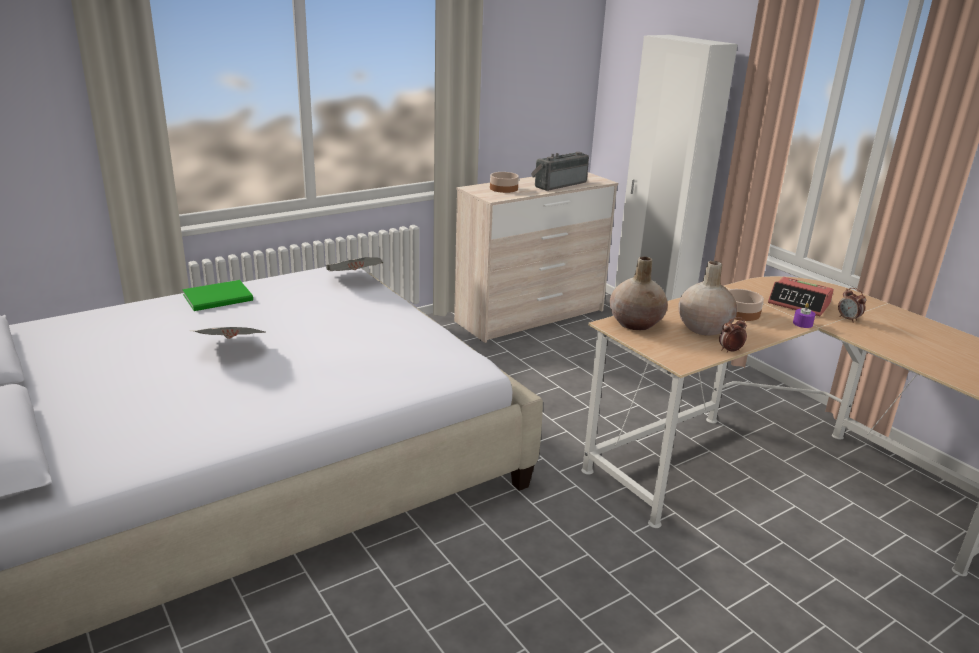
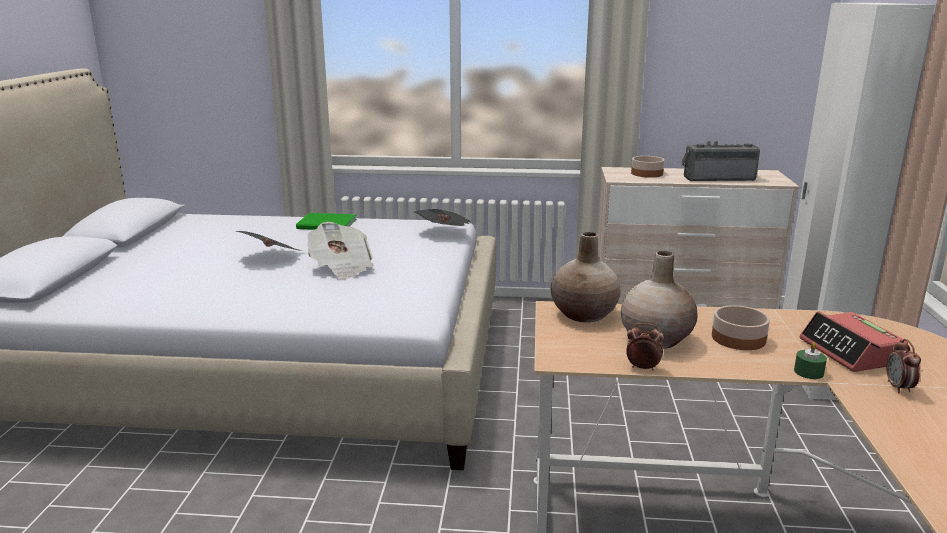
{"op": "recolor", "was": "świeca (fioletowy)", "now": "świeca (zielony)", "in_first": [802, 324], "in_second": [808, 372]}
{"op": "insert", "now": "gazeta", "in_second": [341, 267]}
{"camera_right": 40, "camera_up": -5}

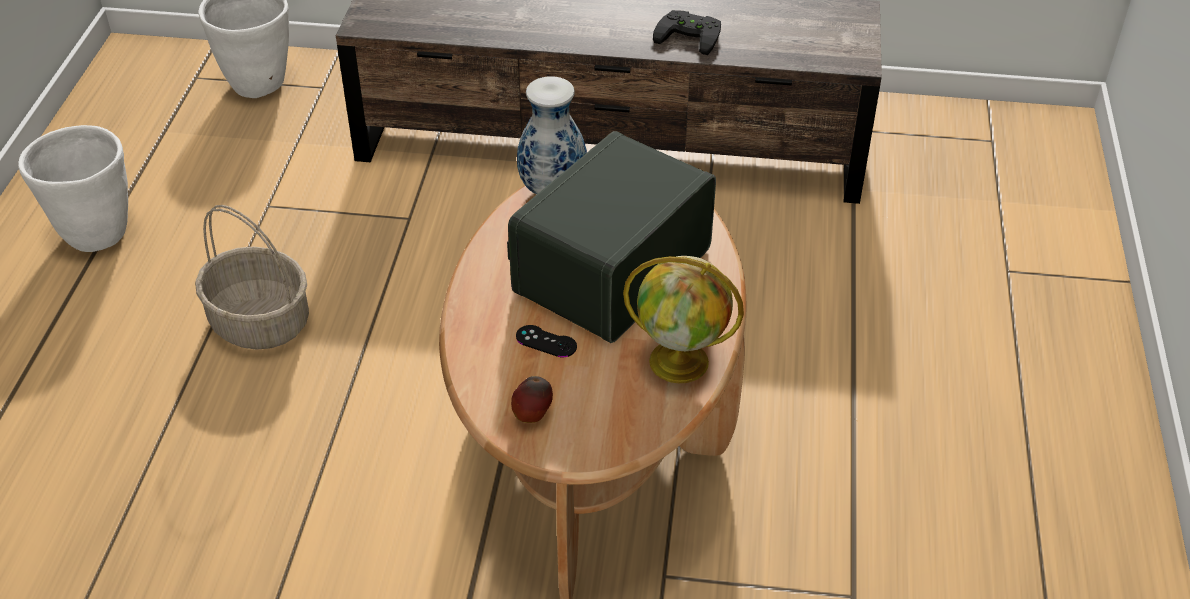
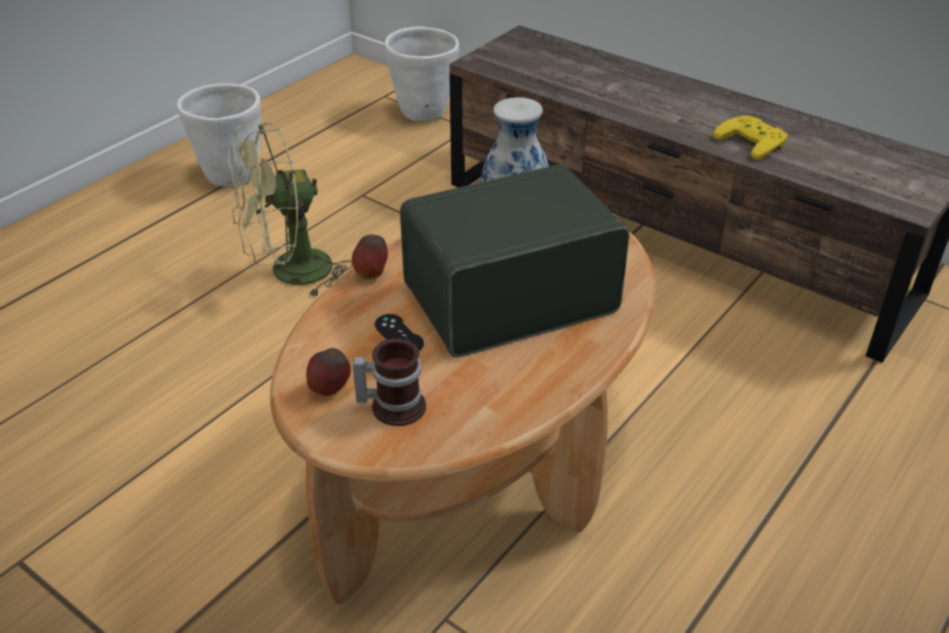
{"op": "replace", "was": "koszyk", "now": "wentylator (zielony)", "in_first": [261, 322], "in_second": [289, 274]}
{"op": "delete", "was": "globus", "in_first": [681, 361]}
{"op": "recolor", "was": "pad do gier (czarny)", "now": "pad do gier (żółty)", "in_first": [690, 35], "in_second": [754, 141]}
{"op": "insert", "now": "jabłko", "in_second": [371, 275]}
{"op": "insert", "now": "kubek", "in_second": [393, 405]}
{"camera_right": 30, "camera_up": -5}

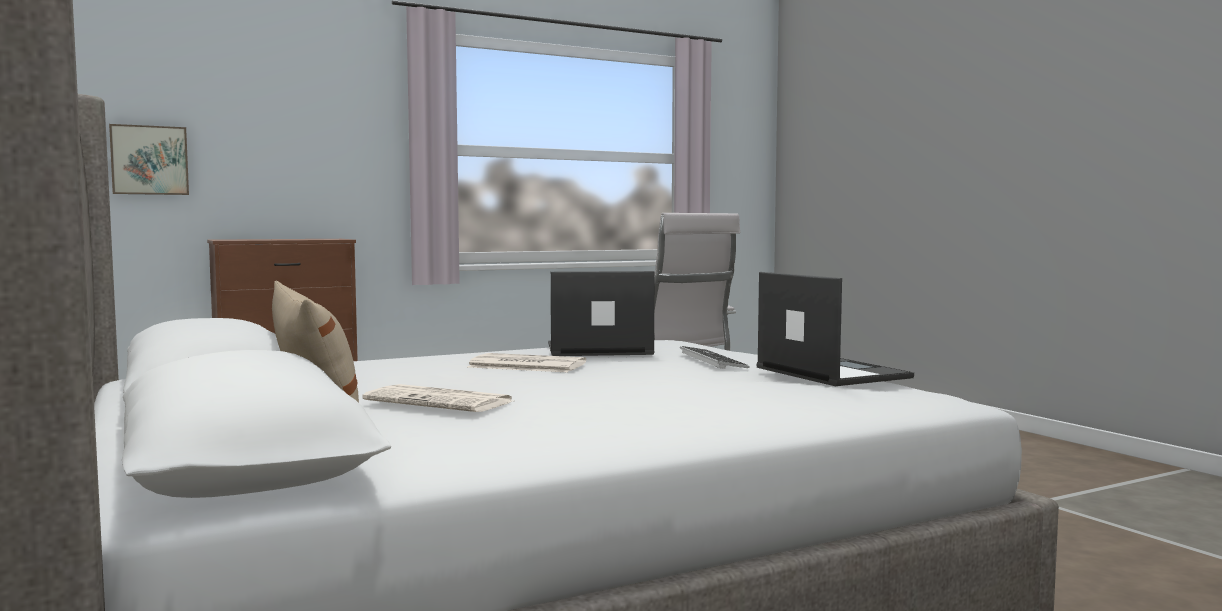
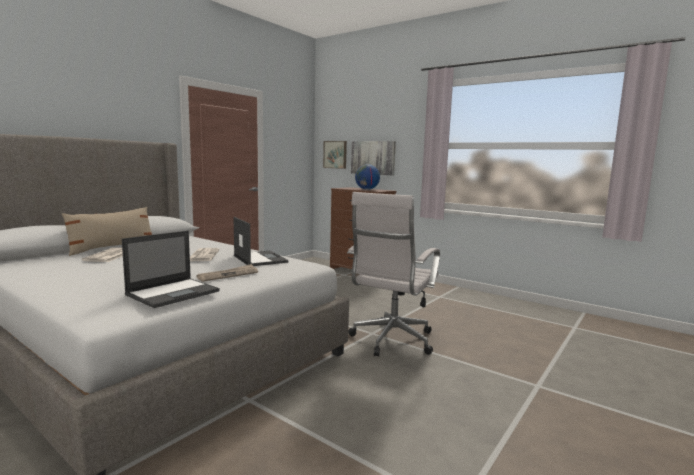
{"op": "replace", "was": "klawiatura", "now": "gazeta", "in_first": [712, 360], "in_second": [228, 275]}
{"op": "insert", "now": "obraz", "in_second": [373, 158]}
{"op": "insert", "now": "globus", "in_second": [367, 189]}
{"camera_right": 65, "camera_up": 5}

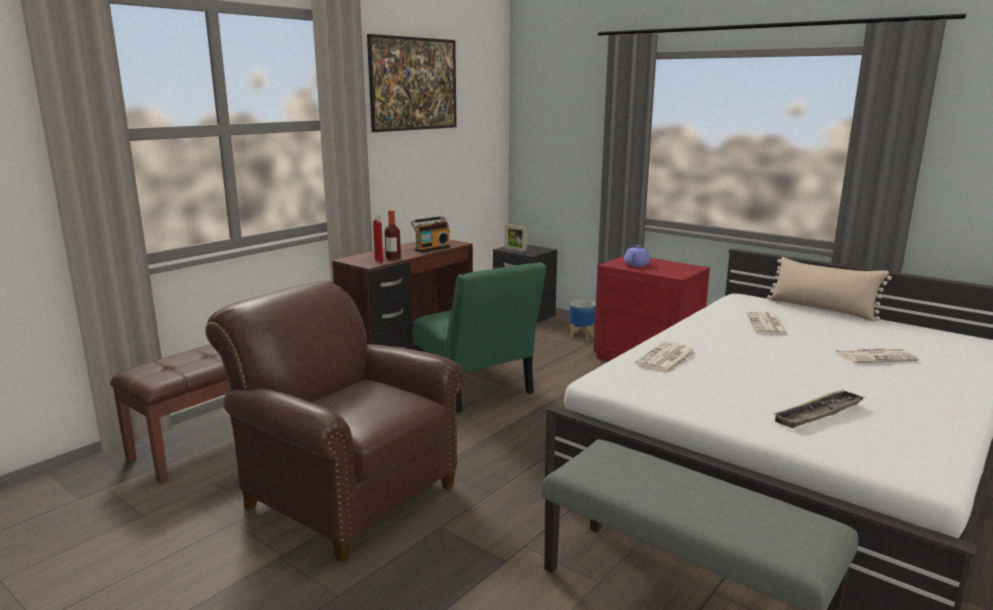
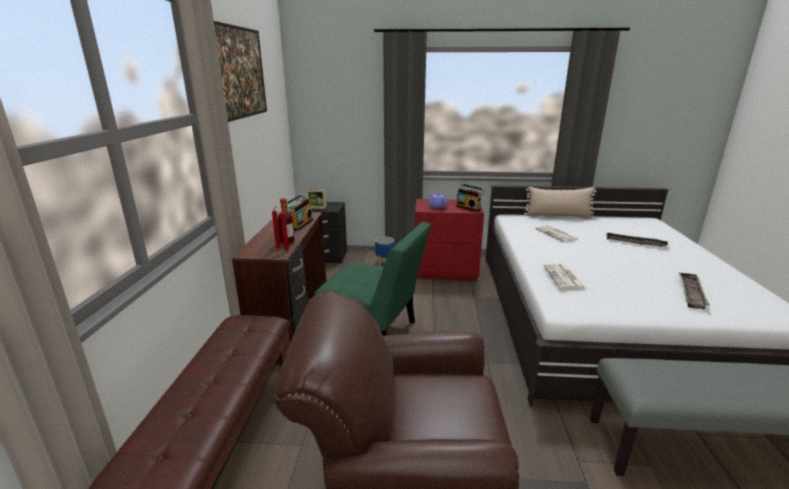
{"op": "replace", "was": "gazeta", "now": "taca", "in_first": [875, 356], "in_second": [635, 242]}
{"op": "insert", "now": "radio", "in_second": [468, 207]}
{"camera_right": -35, "camera_up": 5}

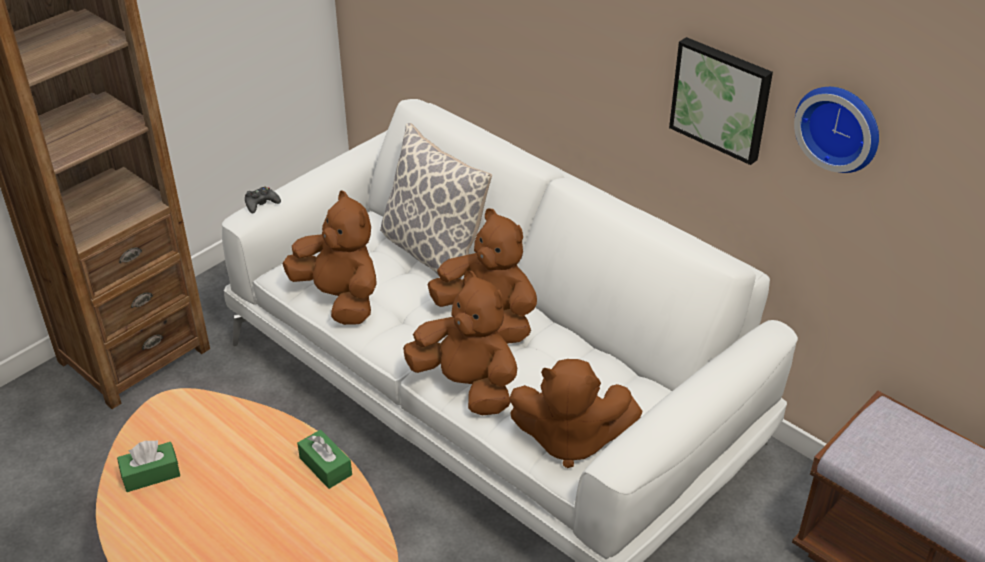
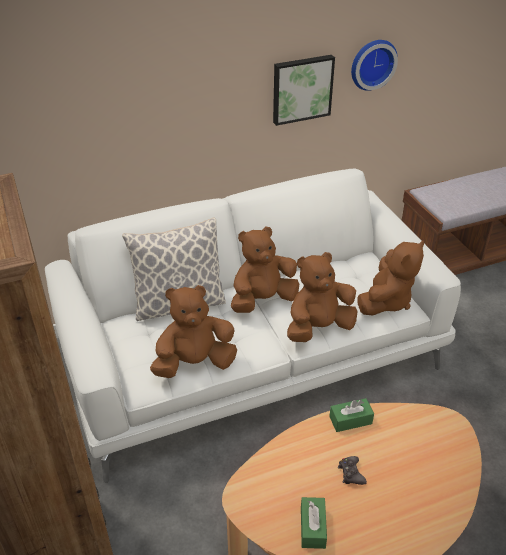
{"op": "move", "was": "pad do gier (czarny)", "in_first": [261, 204], "in_second": [351, 473]}
{"camera_right": -65, "camera_up": 0}

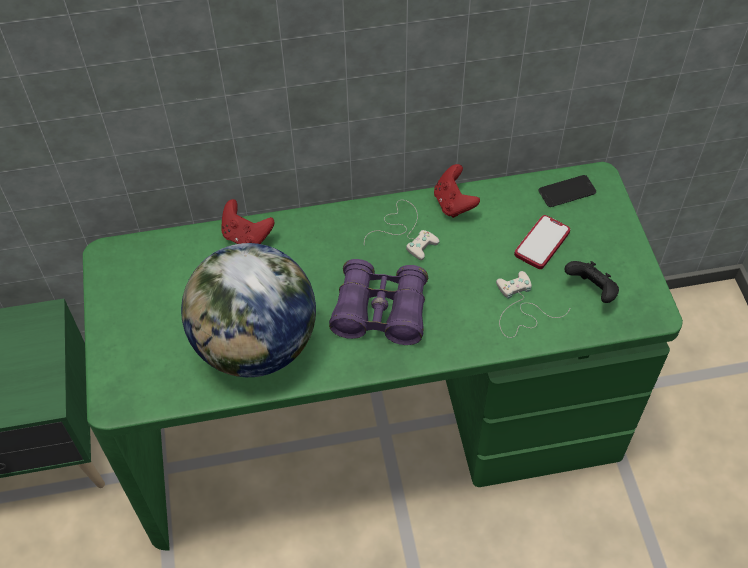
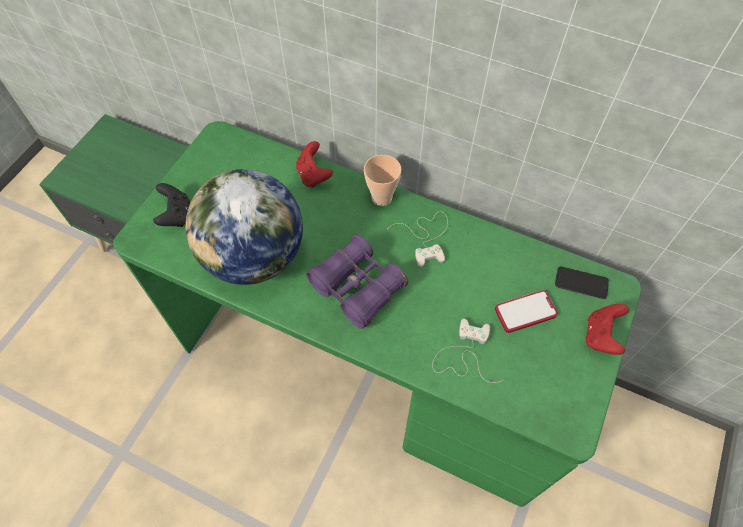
{"op": "move", "was": "pad do gier (czerwony)", "in_first": [453, 204], "in_second": [601, 336]}
{"op": "move", "was": "pad do gier (czarny)", "in_first": [591, 291], "in_second": [176, 215]}
{"op": "insert", "now": "filiżanka", "in_second": [381, 198]}
{"camera_right": 35, "camera_up": 5}

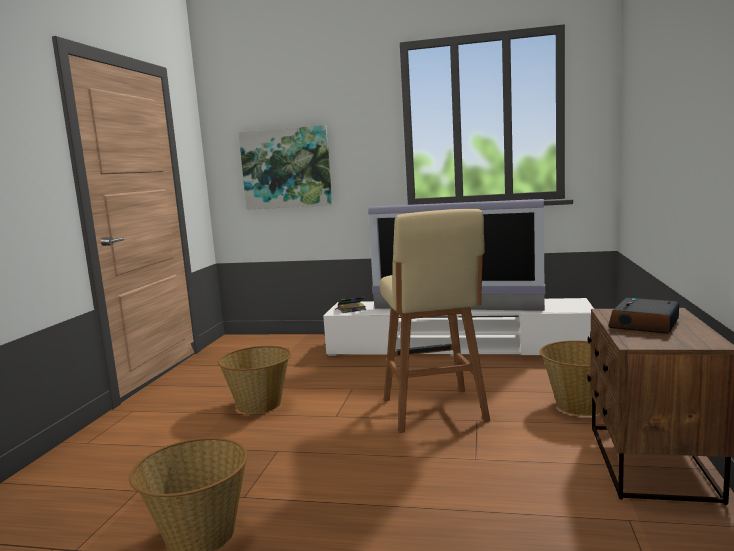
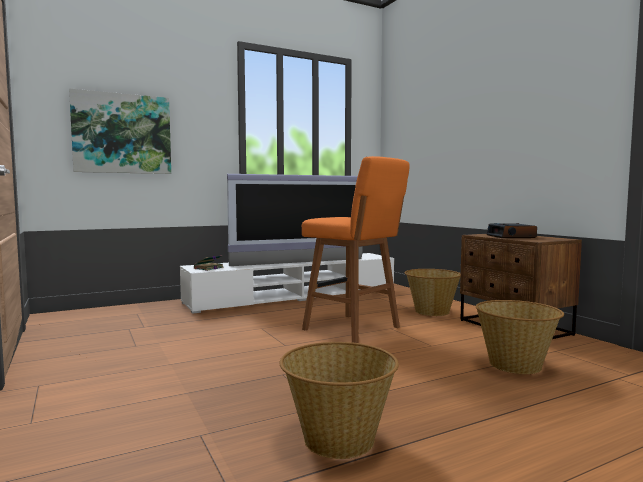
{"op": "move", "was": "koszyk", "in_first": [260, 405], "in_second": [516, 365]}
{"op": "recolor", "was": "stołek (beżowy)", "now": "stołek (pomarańczowy)", "in_first": [435, 411], "in_second": [354, 329]}
{"camera_right": -40, "camera_up": -5}

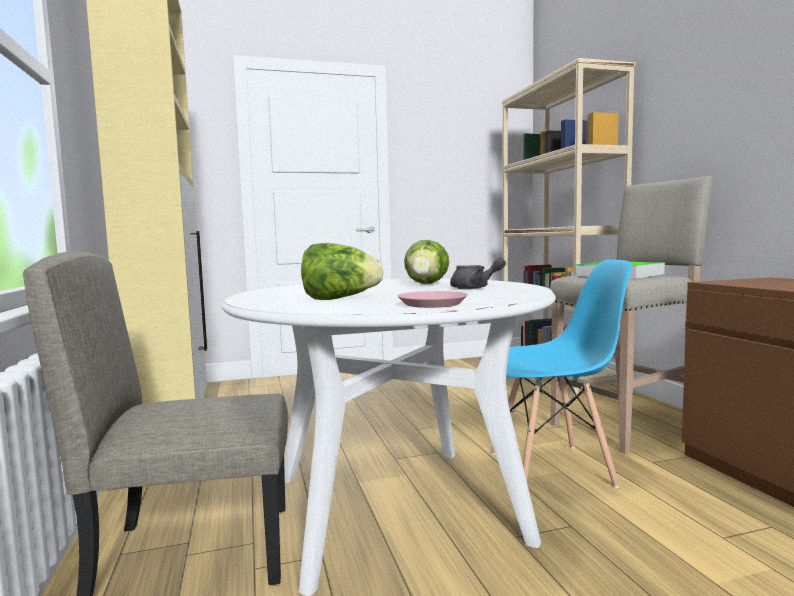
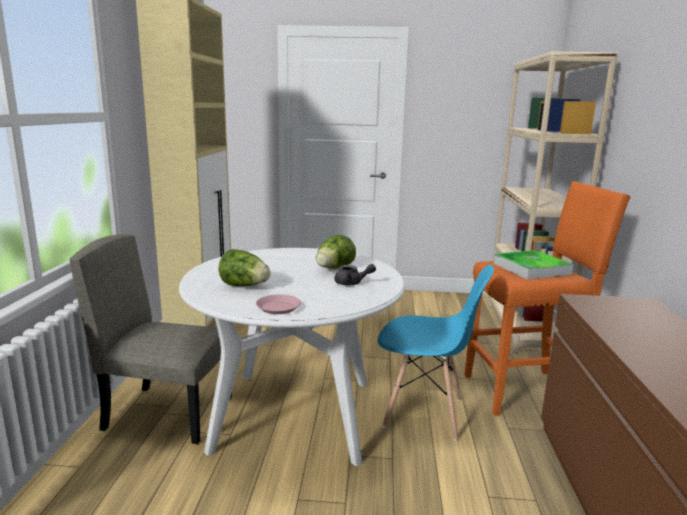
{"op": "recolor", "was": "stołek (beżowy)", "now": "stołek (pomarańczowy)", "in_first": [625, 426], "in_second": [525, 391]}
{"camera_right": 20, "camera_up": 10}

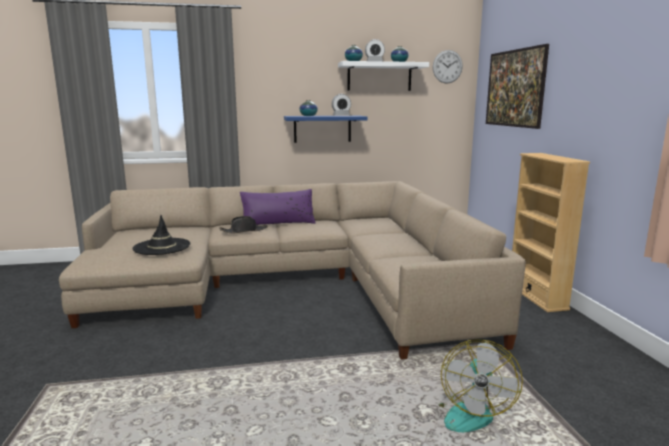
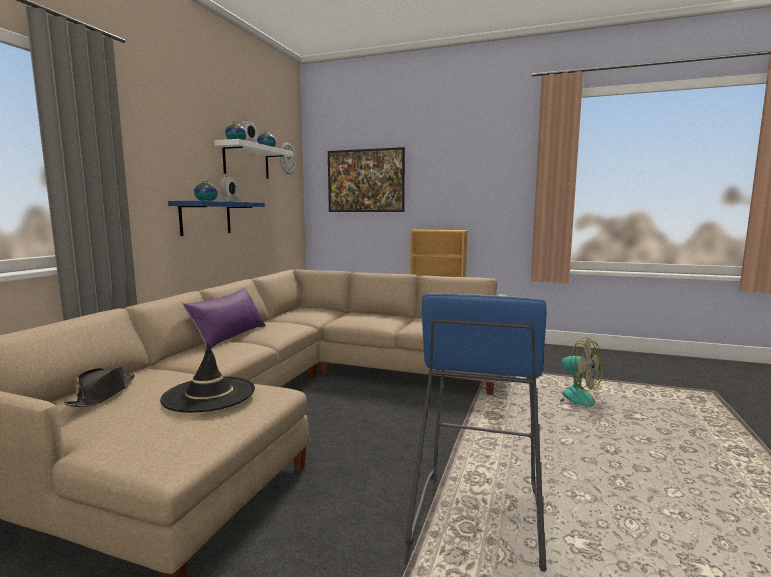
{"op": "move", "was": "kapelusz (czarny)", "in_first": [244, 231], "in_second": [103, 395]}
{"op": "insert", "now": "stołek (niebieski)", "in_second": [476, 516]}
{"camera_right": -60, "camera_up": -5}

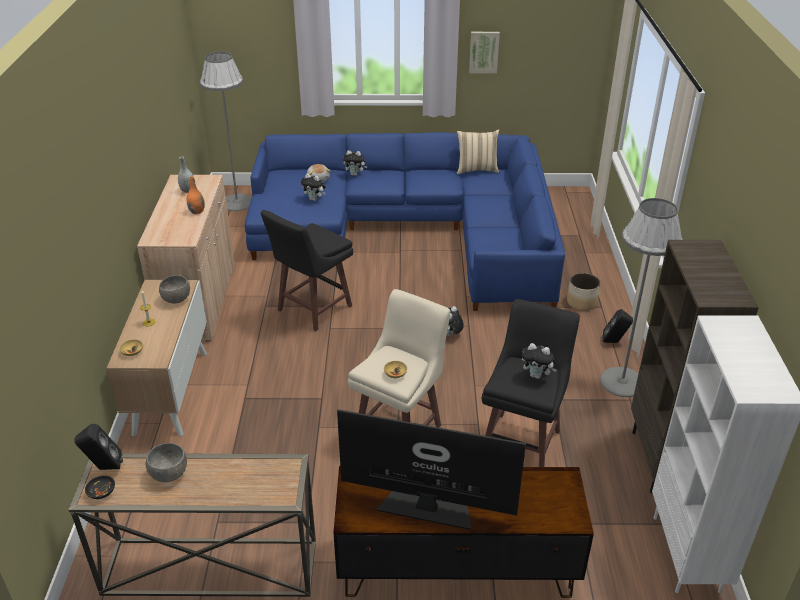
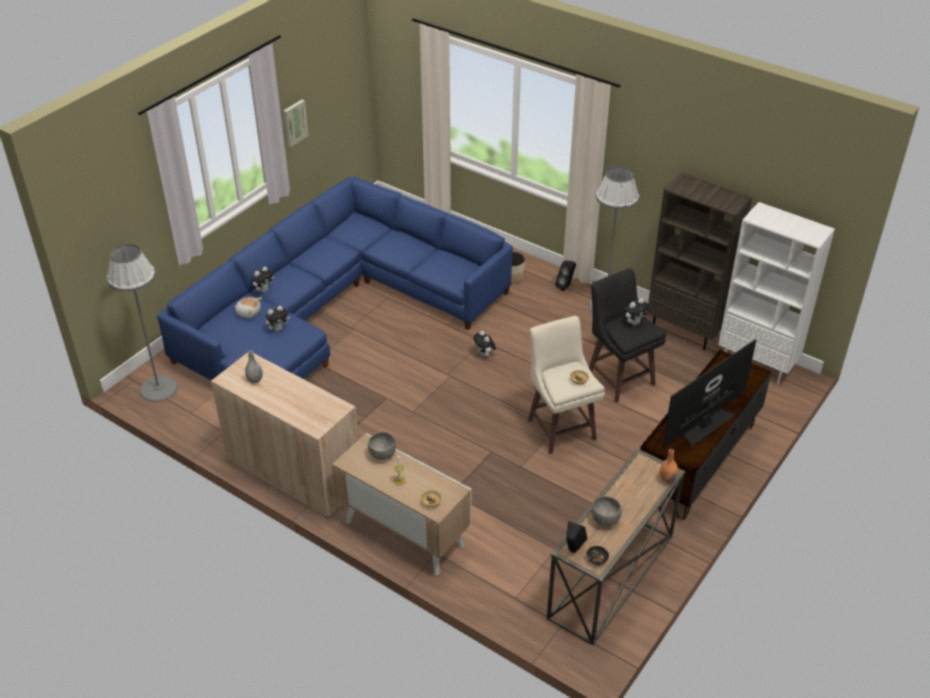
{"op": "move", "was": "wazon (pomarańczowy)", "in_first": [197, 212], "in_second": [667, 479]}
{"op": "delete", "was": "stołek (czarny)", "in_first": [312, 309]}
{"op": "delete", "was": "poduszka (beżowy)", "in_first": [476, 169]}
{"camera_right": -55, "camera_up": 5}

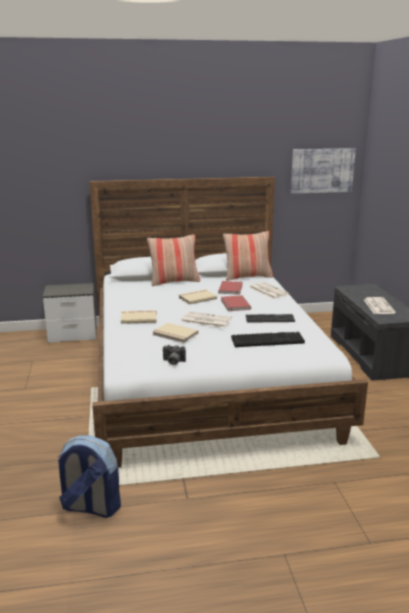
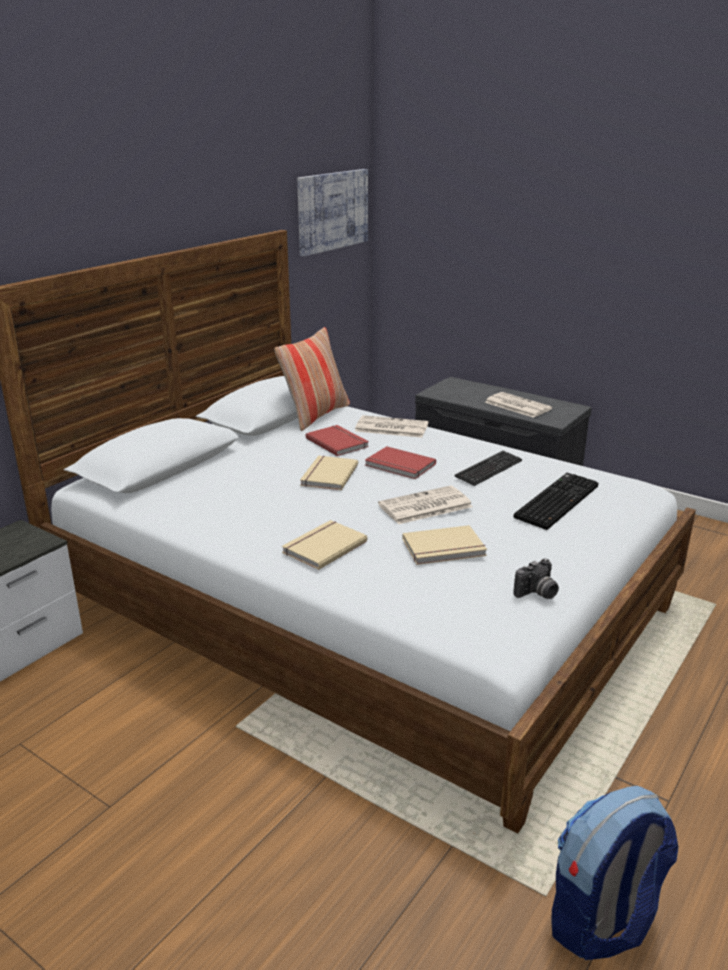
{"op": "delete", "was": "poduszka", "in_first": [174, 281]}
{"camera_right": -45, "camera_up": 5}

